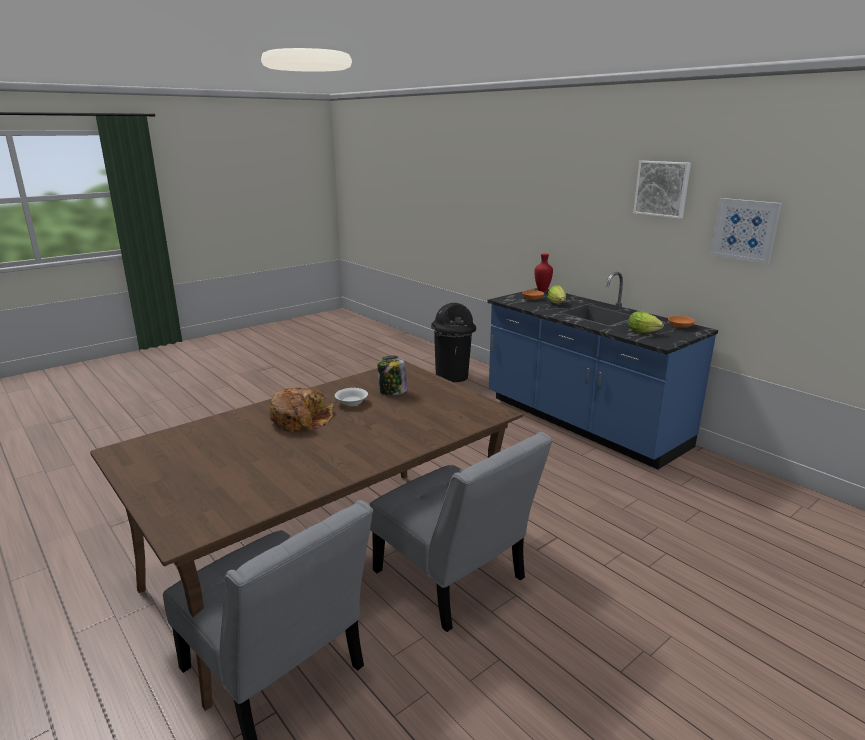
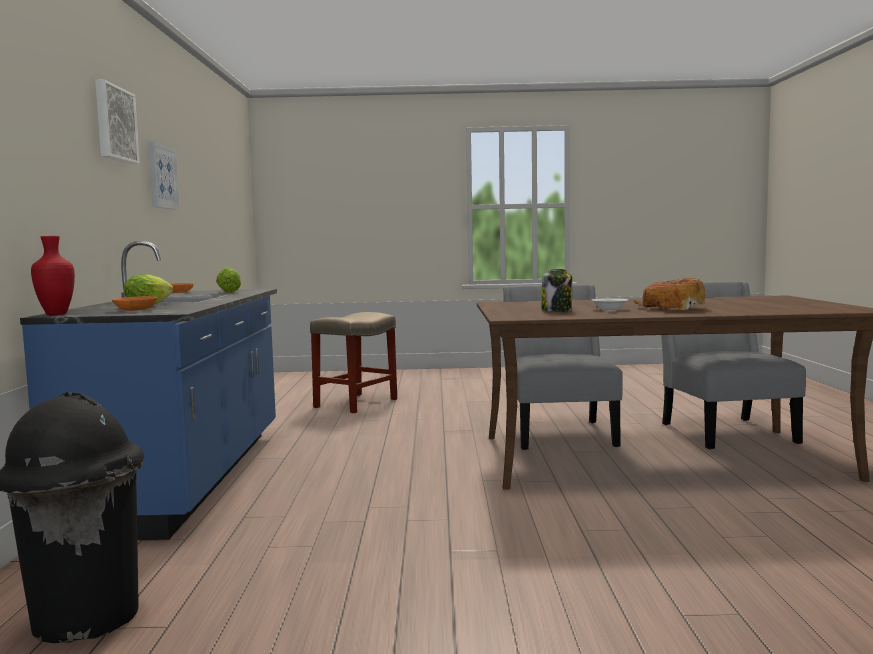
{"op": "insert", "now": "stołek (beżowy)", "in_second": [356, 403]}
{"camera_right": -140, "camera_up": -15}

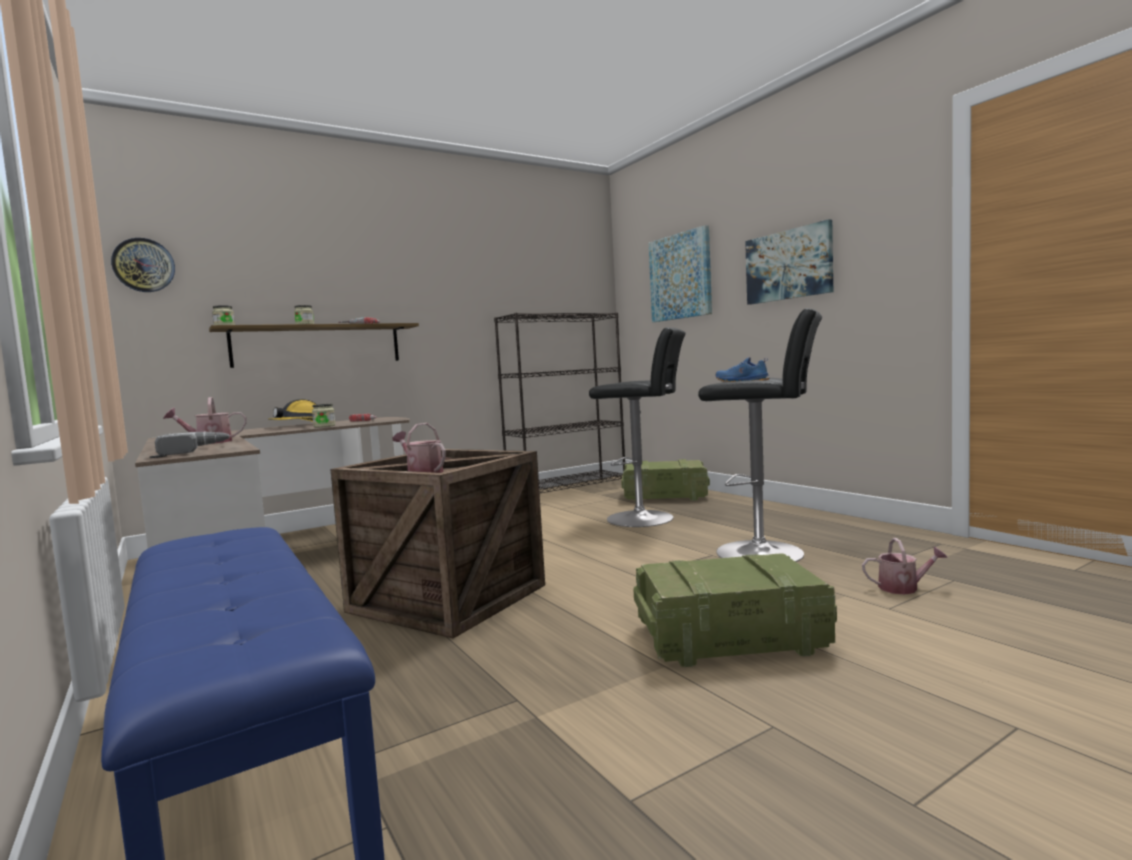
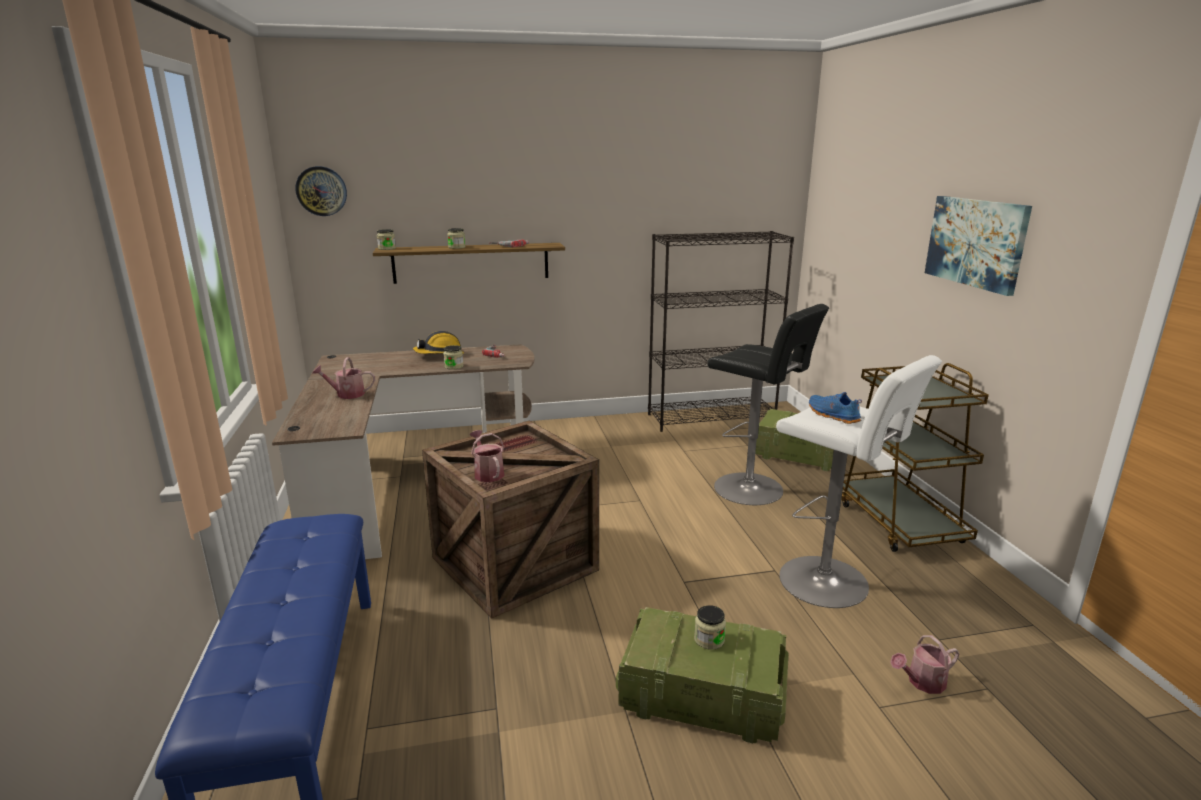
{"op": "delete", "was": "wiertarka", "in_first": [193, 450]}
{"op": "delete", "was": "obraz", "in_first": [680, 276]}
{"op": "recolor", "was": "stołek (czarny)", "now": "stołek (biały)", "in_first": [766, 553], "in_second": [830, 583]}
{"op": "rotate", "was": "konewka", "in_first": [903, 588], "in_second": [922, 682], "clockwise": 135}
{"op": "insert", "now": "słoik", "in_second": [709, 640]}
{"op": "insert", "now": "wózek (brązowy)", "in_second": [898, 522]}
{"camera_right": 20, "camera_up": 15}

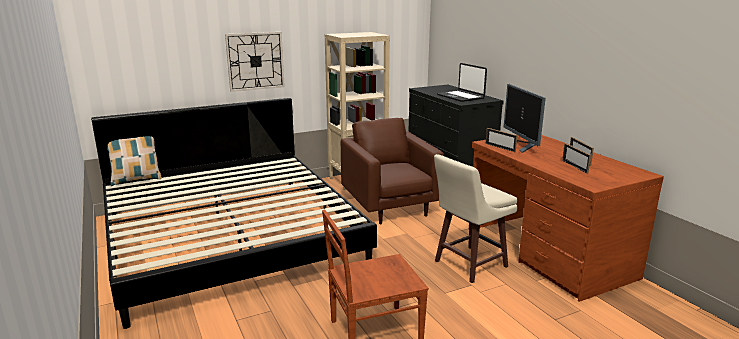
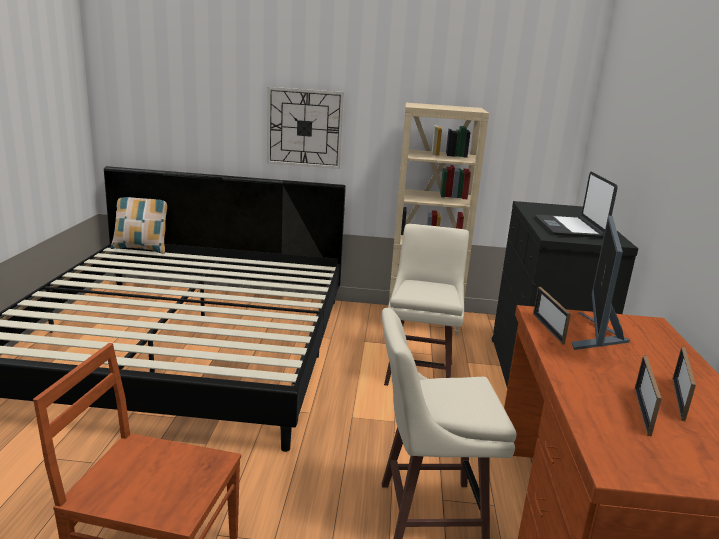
{"op": "replace", "was": "fotel (brązowy)", "now": "stołek (beżowy)", "in_first": [390, 206], "in_second": [420, 372]}
{"camera_right": 30, "camera_up": 0}

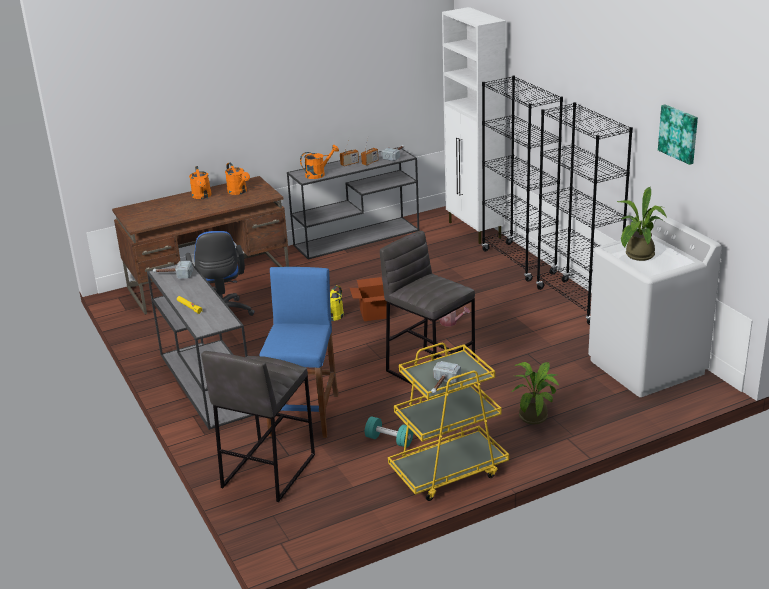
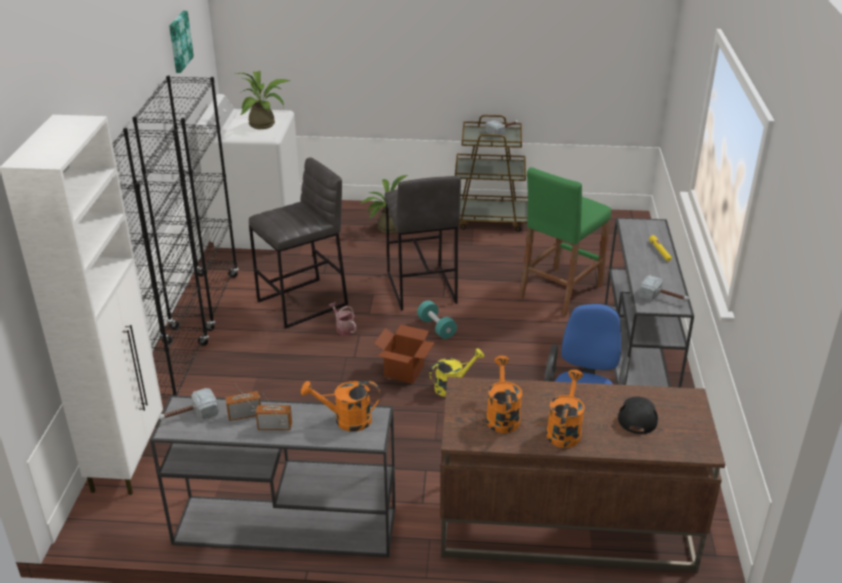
{"op": "move", "was": "stołek (szary)", "in_first": [267, 471], "in_second": [303, 303]}
{"op": "recolor", "was": "stołek (niebieski)", "now": "stołek (zielony)", "in_first": [305, 414], "in_second": [560, 291]}
{"op": "move", "was": "hantel (turkusowy)", "in_first": [389, 440], "in_second": [436, 327]}
{"op": "recolor", "was": "wózek (żółty)", "now": "wózek (brązowy)", "in_first": [448, 471], "in_second": [488, 219]}
{"op": "insert", "now": "czapka z daszkiem (czarny)", "in_second": [638, 416]}
{"camera_right": -150, "camera_up": 5}

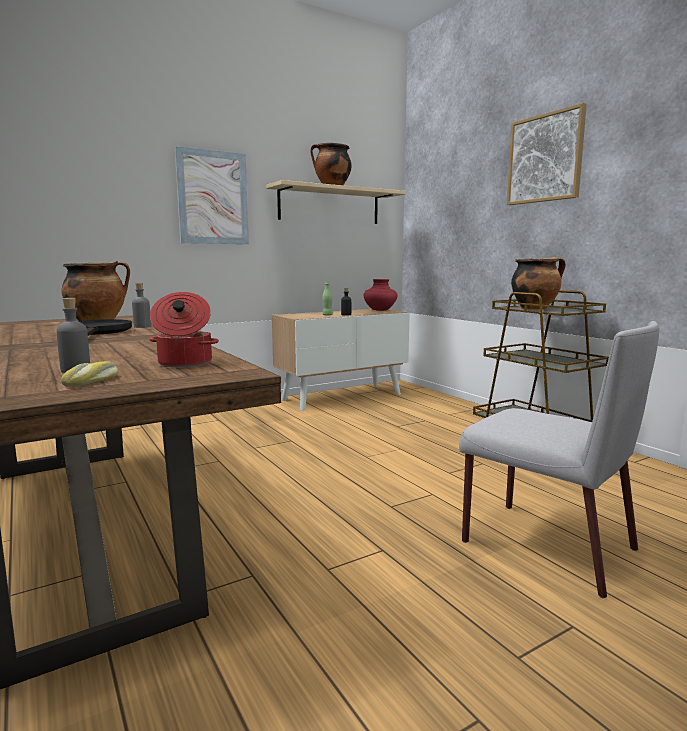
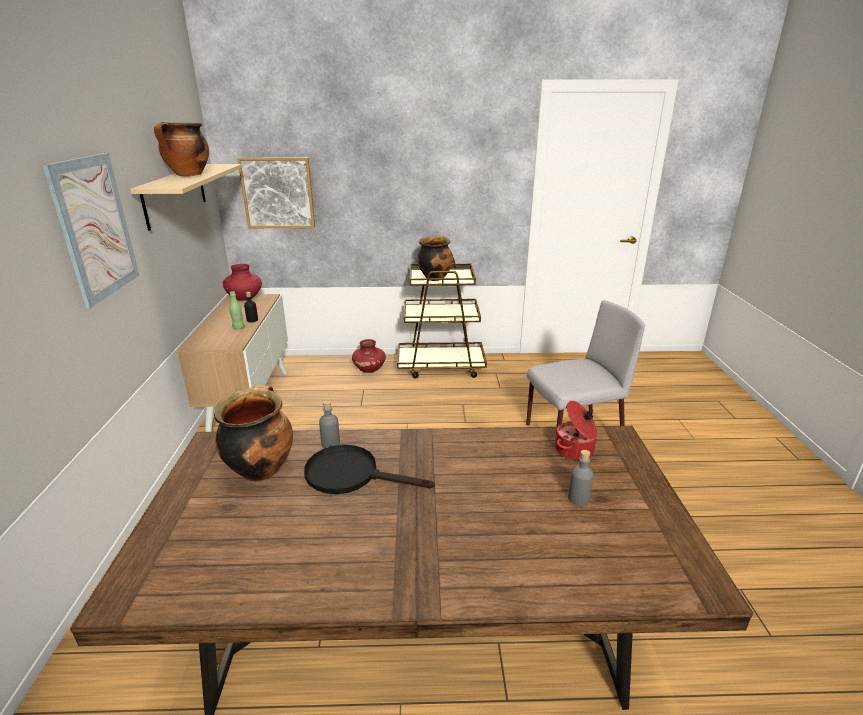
{"op": "delete", "was": "chleb", "in_first": [93, 381]}
{"op": "move", "was": "obraz", "in_first": [545, 158], "in_second": [278, 193]}
{"op": "insert", "now": "wazon (czerwony)", "in_second": [369, 369]}
{"camera_right": -60, "camera_up": 15}

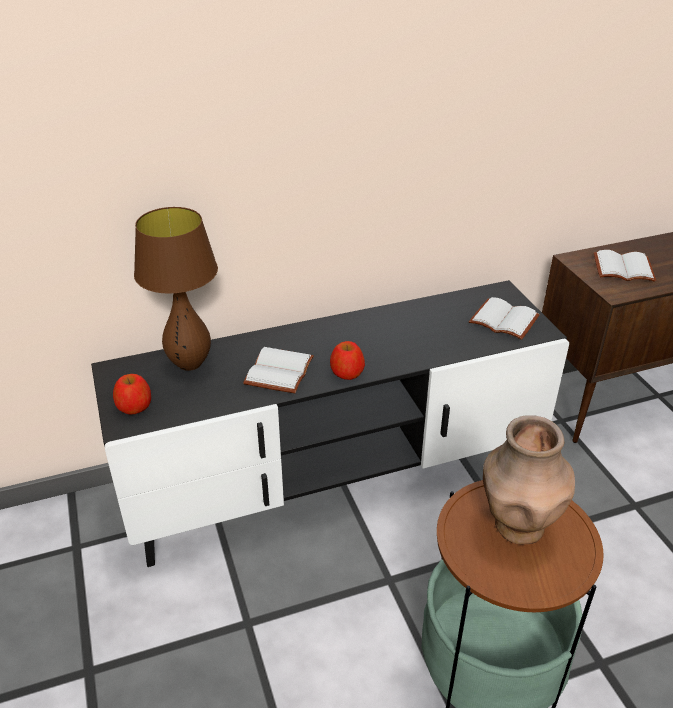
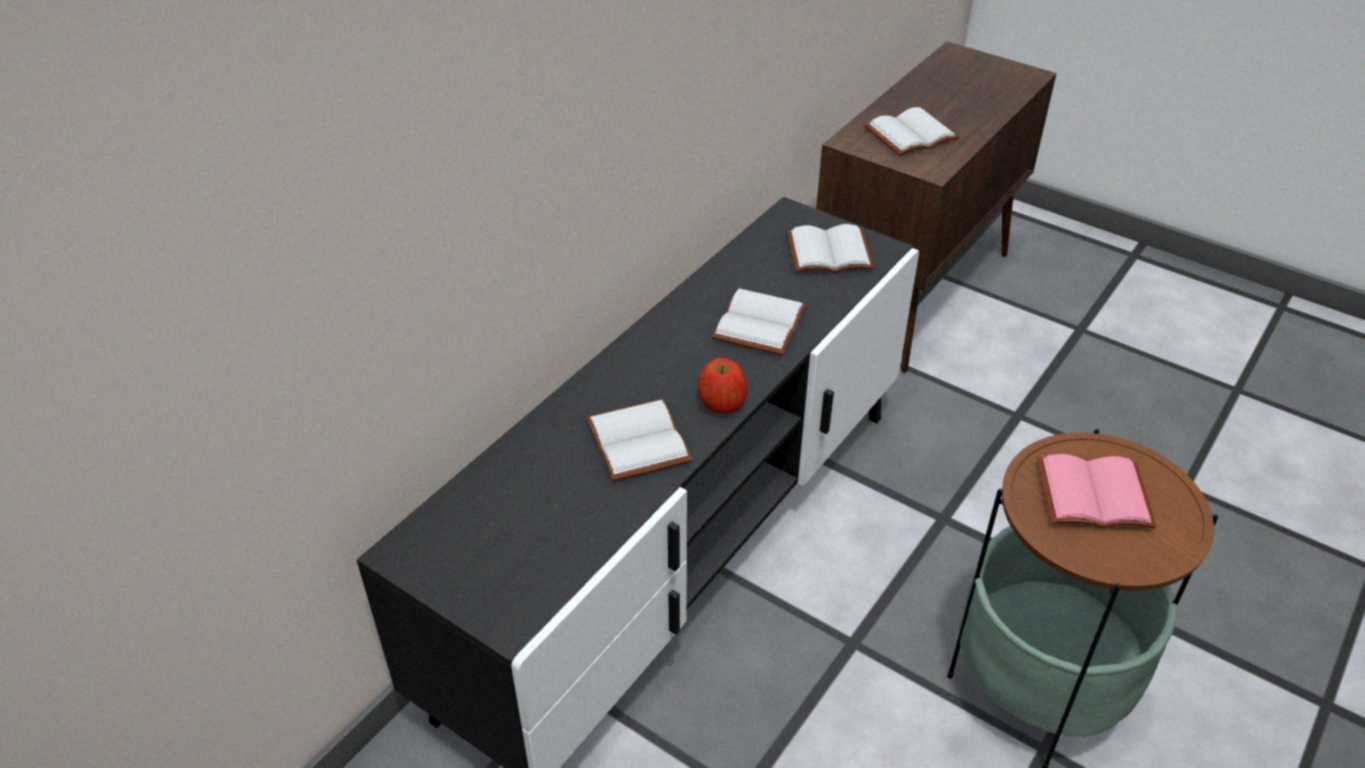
{"op": "delete", "was": "jabłko", "in_first": [134, 405]}
{"op": "delete", "was": "lampa stołowa (brązowy)", "in_first": [189, 364]}
{"op": "replace", "was": "wazon (brązowy)", "now": "książka (różowy)", "in_first": [517, 526], "in_second": [1094, 492]}
{"op": "insert", "now": "książka (biały)", "in_second": [761, 325]}
{"camera_right": -35, "camera_up": 5}

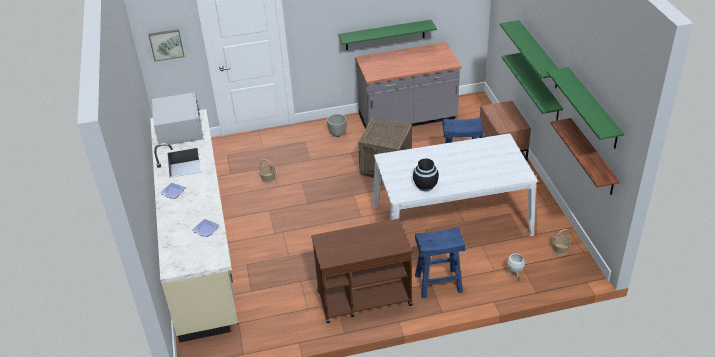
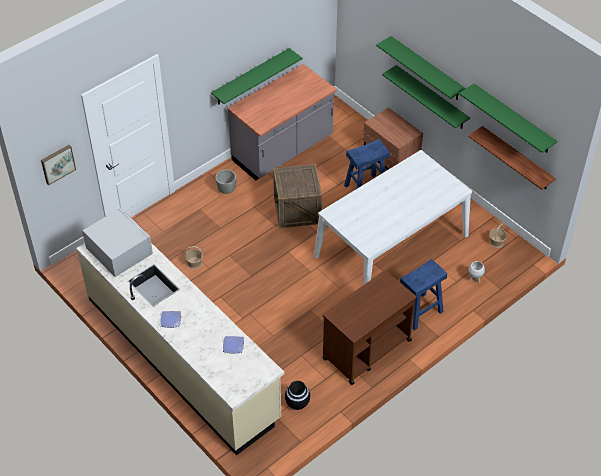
{"op": "move", "was": "wazon (czarny)", "in_first": [425, 186], "in_second": [297, 403]}
{"camera_right": -30, "camera_up": 10}

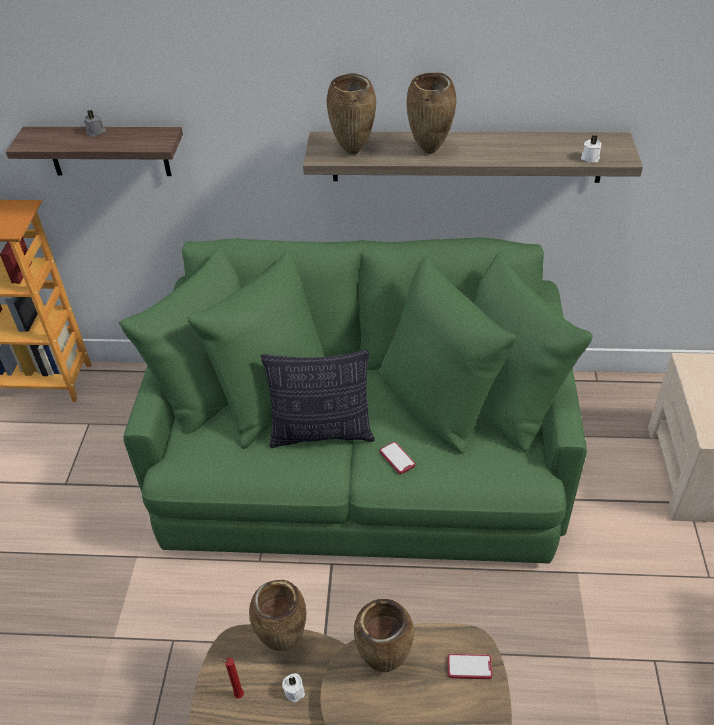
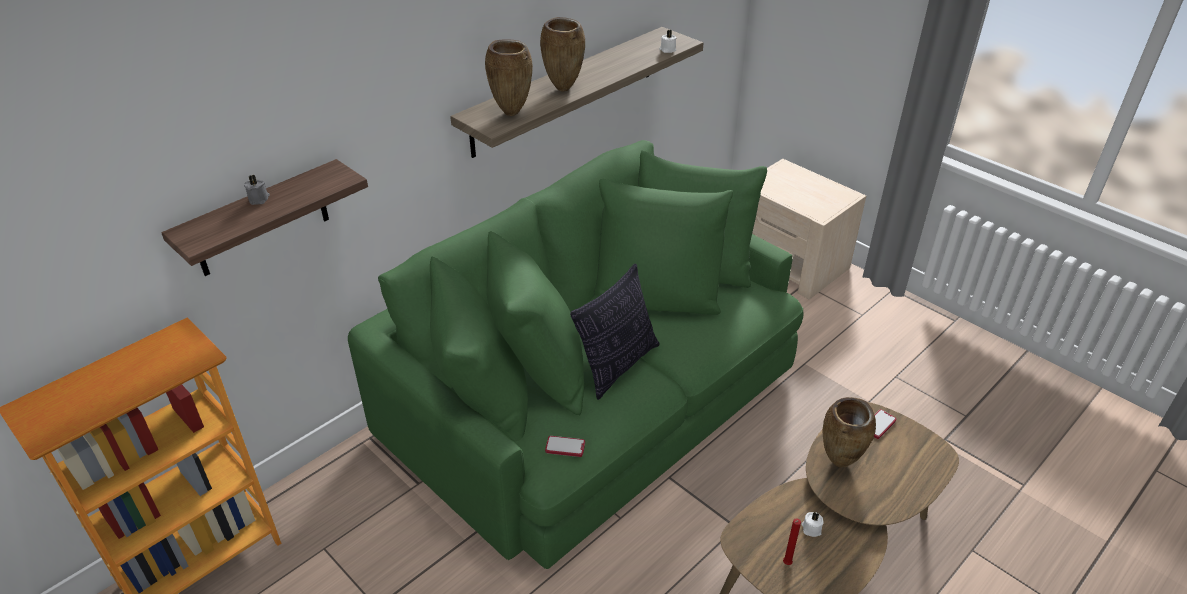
{"op": "delete", "was": "wazon (brązowy)", "in_first": [283, 641]}
{"op": "move", "was": "telefon", "in_first": [397, 458], "in_second": [565, 447]}
{"camera_right": -50, "camera_up": -5}

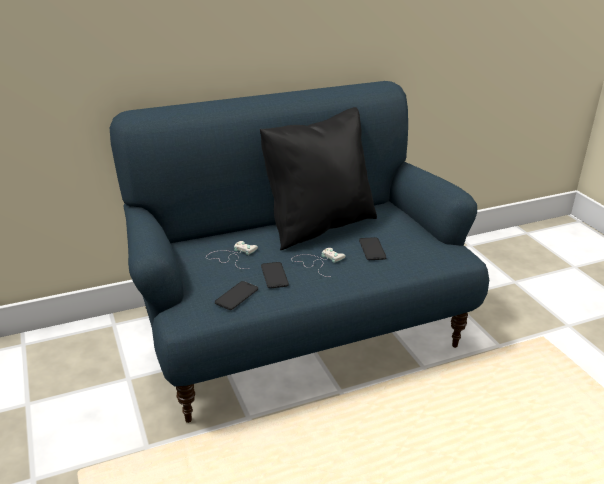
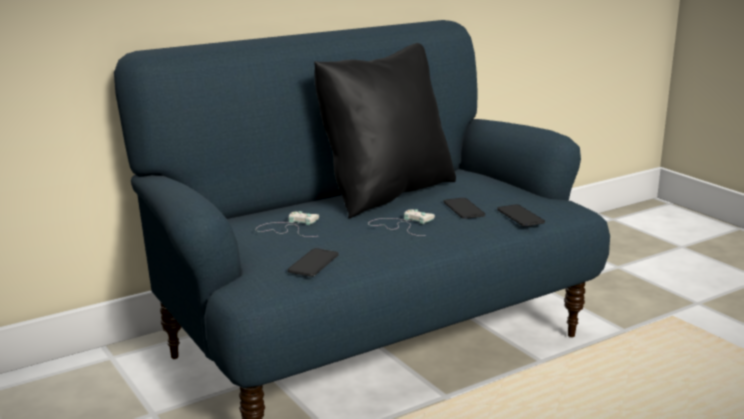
{"op": "move", "was": "telefon", "in_first": [274, 275], "in_second": [520, 216]}
{"camera_right": -10, "camera_up": -10}

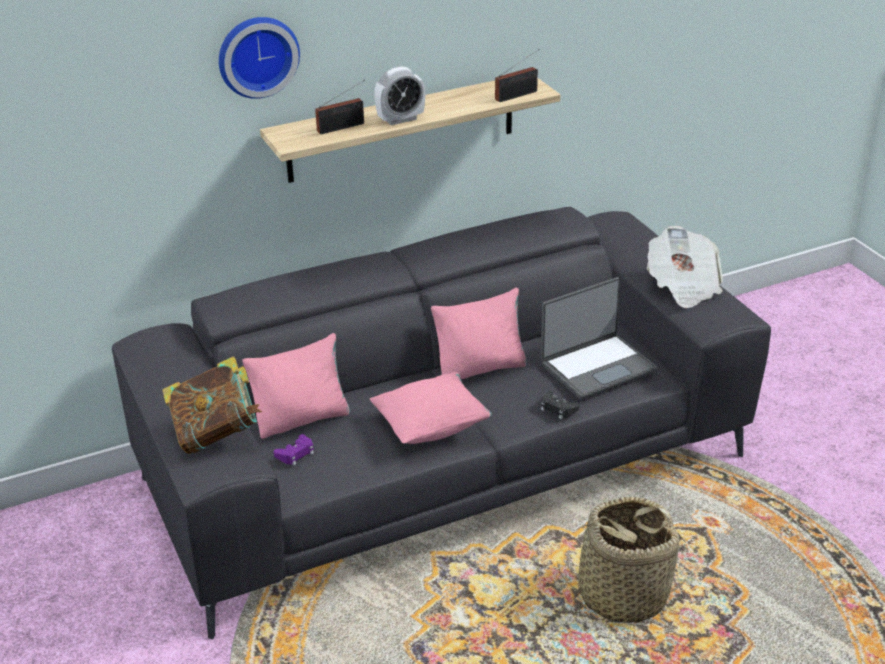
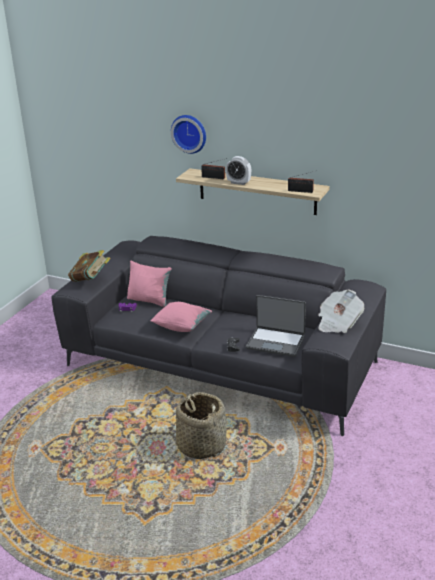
{"op": "delete", "was": "poduszka (różowy)", "in_first": [481, 367]}
{"camera_right": 50, "camera_up": -5}

